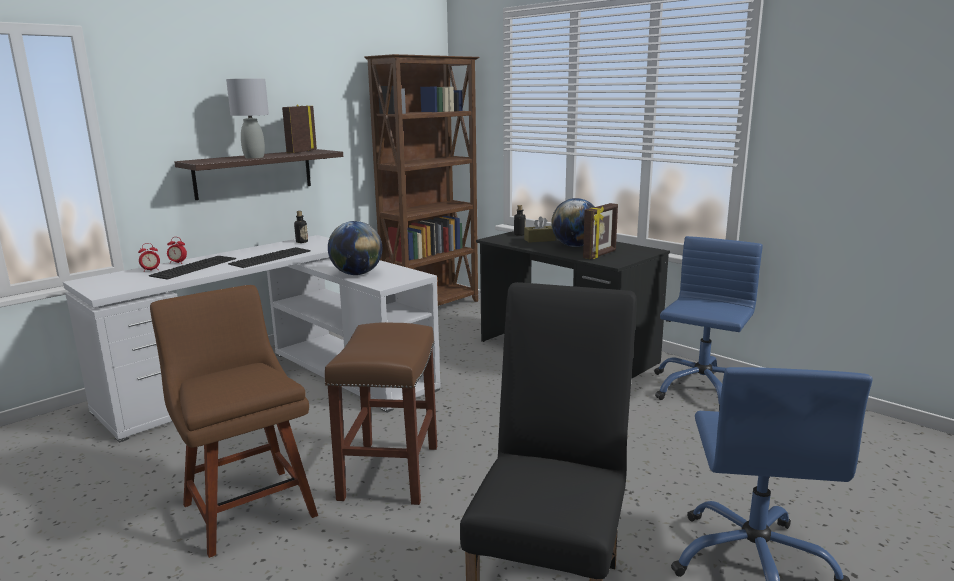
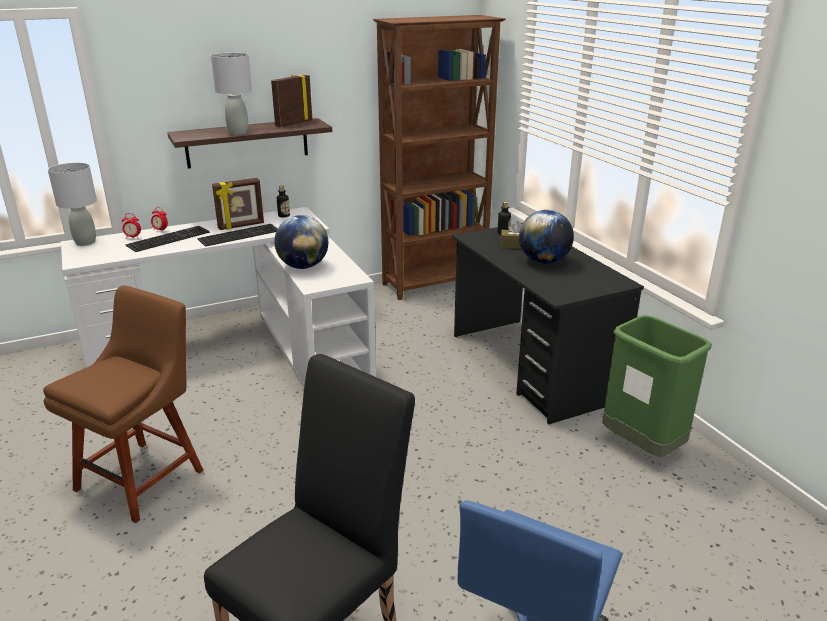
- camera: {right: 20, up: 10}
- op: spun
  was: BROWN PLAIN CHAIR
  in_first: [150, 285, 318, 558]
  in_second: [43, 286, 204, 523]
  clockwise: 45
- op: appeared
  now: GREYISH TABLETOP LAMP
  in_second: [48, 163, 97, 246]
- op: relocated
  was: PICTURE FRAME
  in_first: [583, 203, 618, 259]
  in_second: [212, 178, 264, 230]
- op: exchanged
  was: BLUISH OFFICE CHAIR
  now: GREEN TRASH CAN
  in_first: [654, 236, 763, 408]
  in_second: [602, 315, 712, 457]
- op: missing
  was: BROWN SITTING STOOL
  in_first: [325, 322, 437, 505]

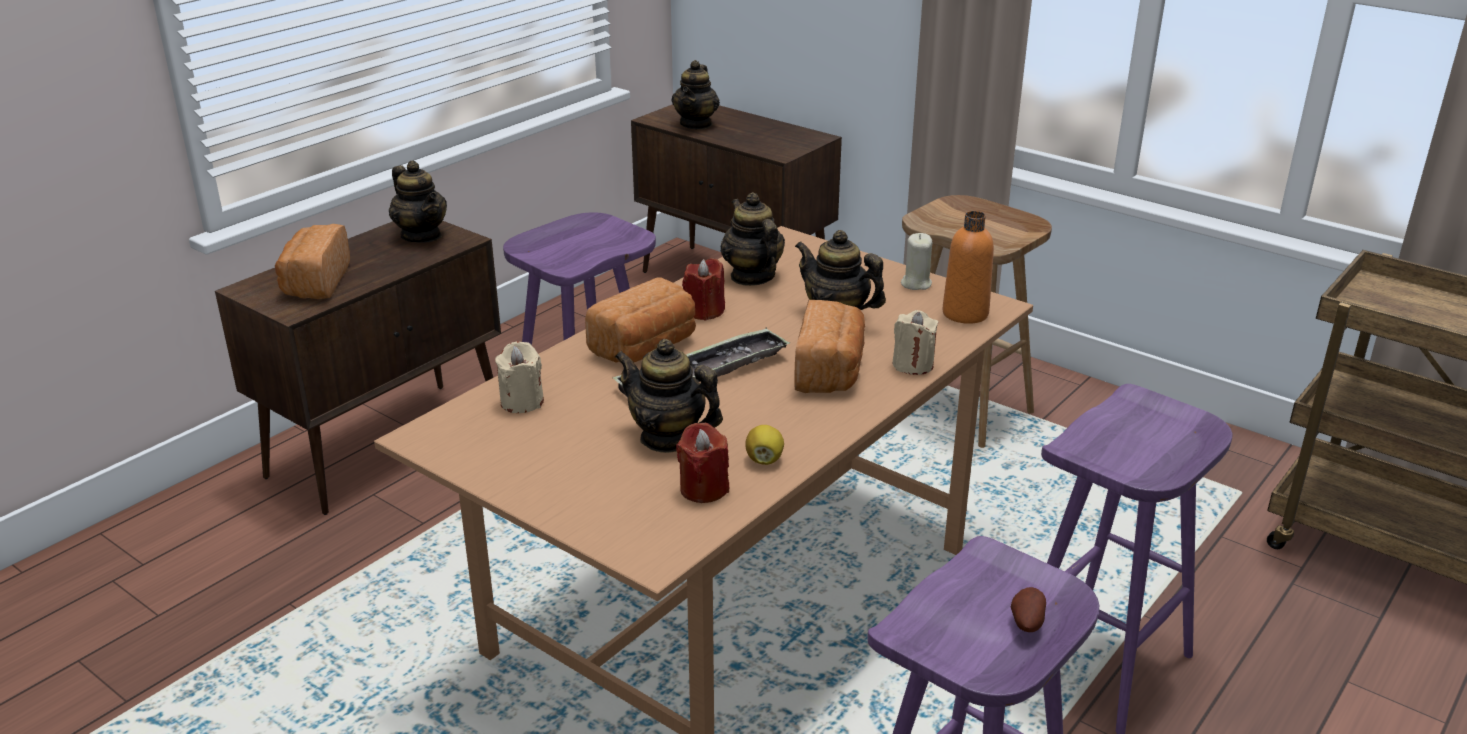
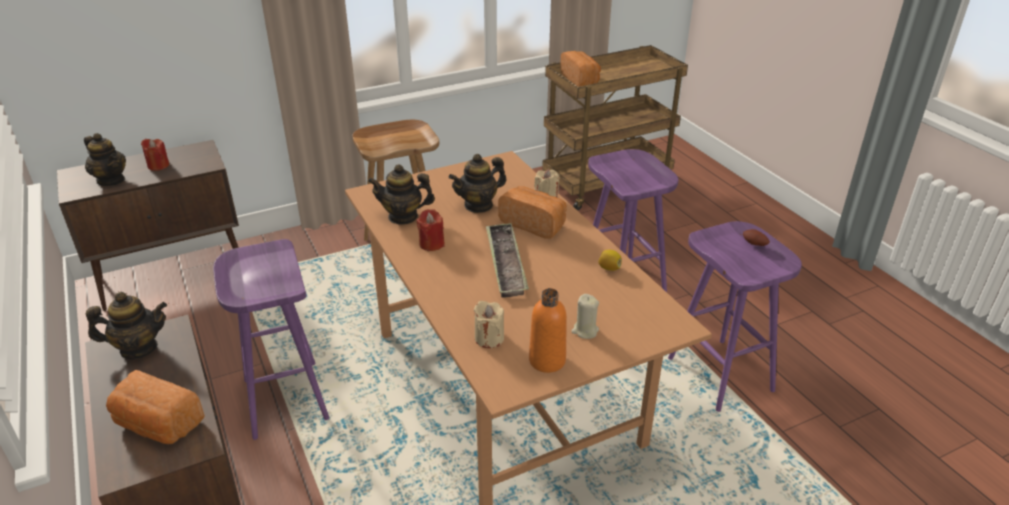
- camera: {right: -65, up: 5}
- op: relocated
  was: RED WAX LIGHT
  in_first: [676, 423, 729, 503]
  in_second: [141, 139, 169, 171]
- op: relocated
  was: ORANGE BEVERAGE BOTTLE
  in_first: [942, 211, 994, 324]
  in_second: [529, 288, 567, 373]
- op: relocated
  was: BREAD
  in_first: [585, 277, 696, 363]
  in_second: [560, 51, 601, 87]
- op: relocated
  was: SAND-COLOURED WAX LIGHT
  in_first: [901, 233, 932, 290]
  in_second: [571, 294, 599, 339]
- op: missing
  was: TEAPOT
  in_first: [615, 339, 723, 453]

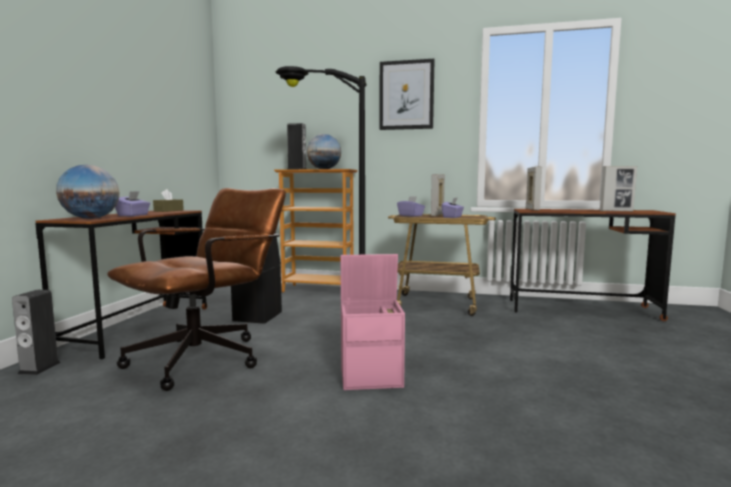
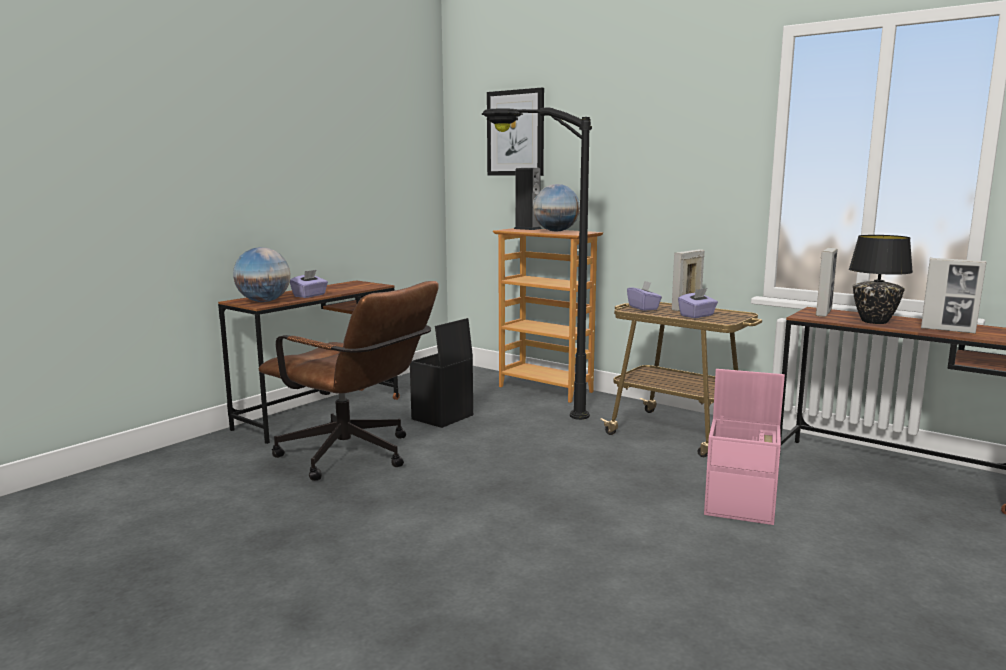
- camera: {right: 25, up: 5}
- op: spun
  was: BROWN OFFICE CHAIR
  in_first: [107, 188, 286, 391]
  in_second: [259, 281, 439, 481]
  clockwise: 60
- op: relocated
  was: PICTURE
  in_first: [379, 59, 435, 130]
  in_second: [487, 88, 544, 176]
- op: relocated
  was: PINKISH STORAGE BIN
  in_first: [341, 254, 405, 390]
  in_second: [704, 369, 785, 525]
- op: appeared
  now: BLACK-COLOURED TABLETOP LAMP
  in_second: [849, 235, 913, 324]
- op: missing
  was: SPEAKER
  in_first: [12, 290, 61, 375]
- op: missing
  was: BROWN BOX OF TISSUES
  in_first: [153, 189, 184, 212]

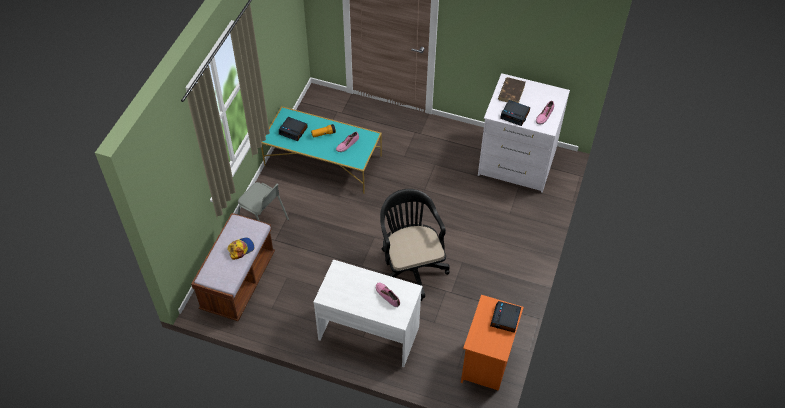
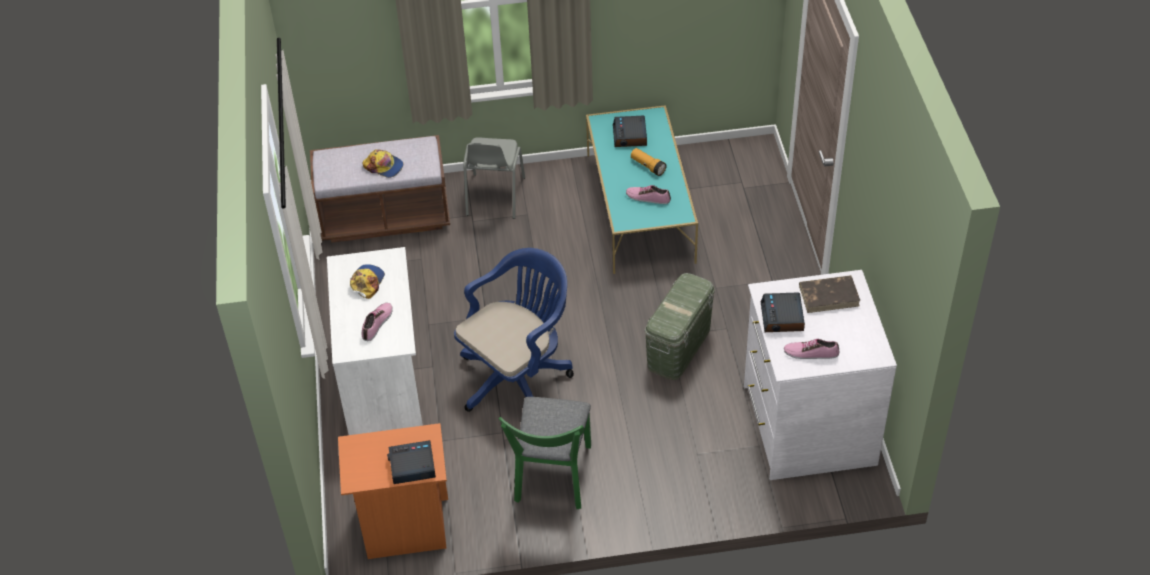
- camera: {right: 65, up: -5}
- op: appeared
  now: BASEBALL CAP
  in_second: [350, 264, 385, 299]
- op: colour
  was: BLACK-COLOURED OFFICE CHAIR
  now: BLUISH OFFICE CHAIR
  in_first: [380, 189, 450, 301]
  in_second: [454, 248, 574, 412]
- op: appeared
  now: GREEN PLAIN CHAIR
  in_second: [498, 397, 591, 509]
- op: appeared
  now: GREEN STORAGE BIN
  in_second: [645, 273, 715, 380]

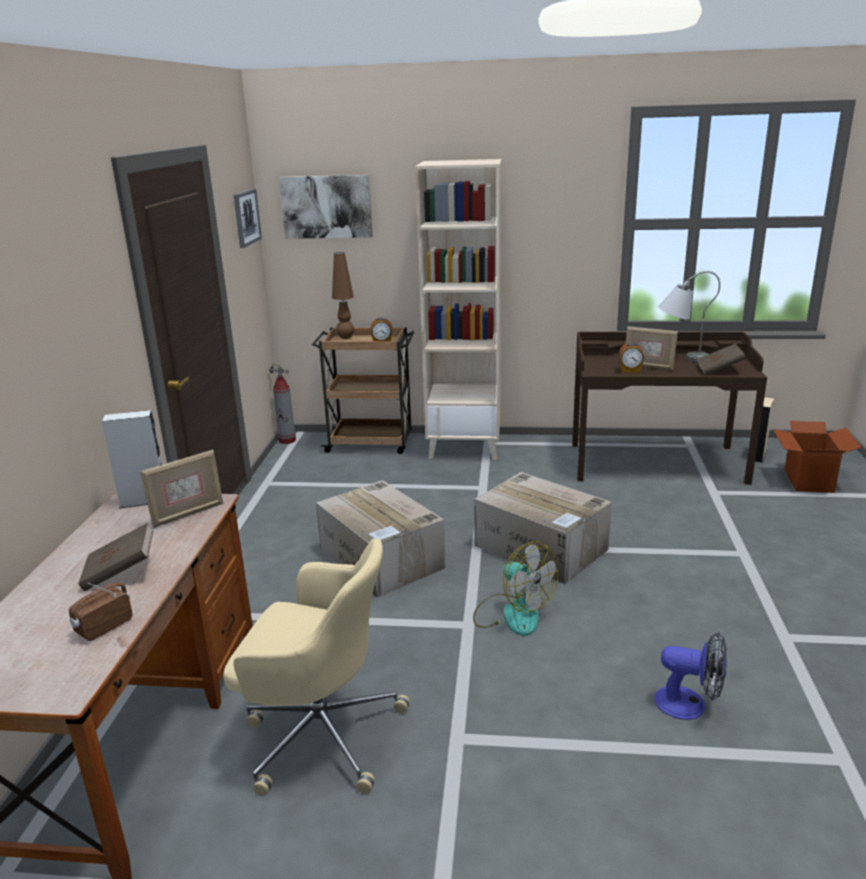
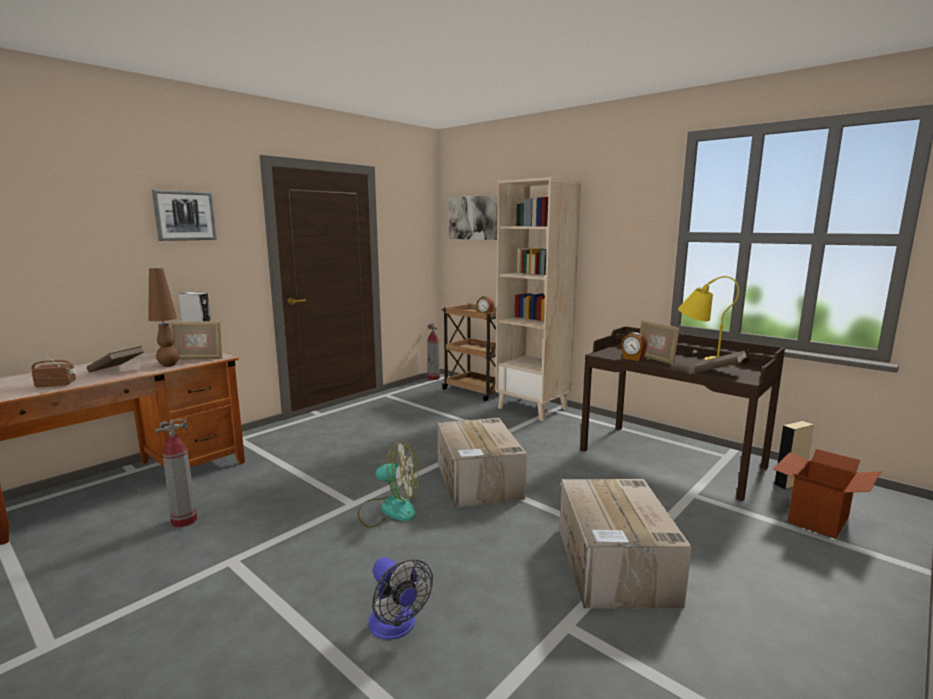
- camera: {right: 35, up: -10}
- op: relocated
  was: BROWN TABLETOP LAMP
  in_first: [332, 252, 354, 339]
  in_second: [148, 268, 179, 367]
- op: relocated
  was: PICTURE
  in_first: [233, 189, 262, 248]
  in_second: [152, 190, 217, 241]
- op: exchanged
  was: SAND-COLOURED OFFICE CHAIR
  now: FIRE-FIGHTING CYLINDER
  in_first: [223, 538, 410, 796]
  in_second: [155, 418, 197, 527]
- op: spun
  was: ELECTRIC FAN
  in_first: [473, 541, 559, 636]
  in_second: [358, 441, 418, 528]
  clockwise: -75
- op: relocated
  was: CARDBOARD BOX
  in_first: [316, 480, 445, 597]
  in_second: [559, 479, 692, 608]
- op: colour
  was: GREYISH TABLETOP LAMP
  now: YELLOW-COLOURED TABLETOP LAMP
  in_first: [658, 271, 720, 363]
  in_second: [678, 276, 739, 367]

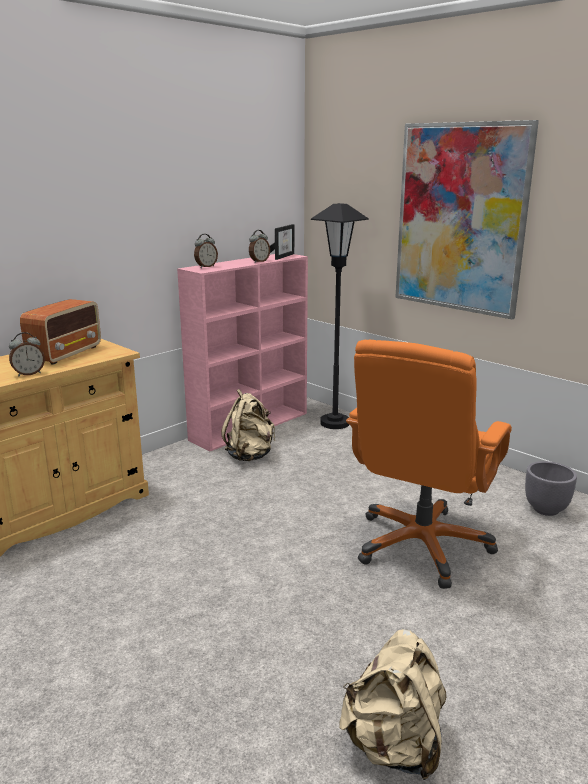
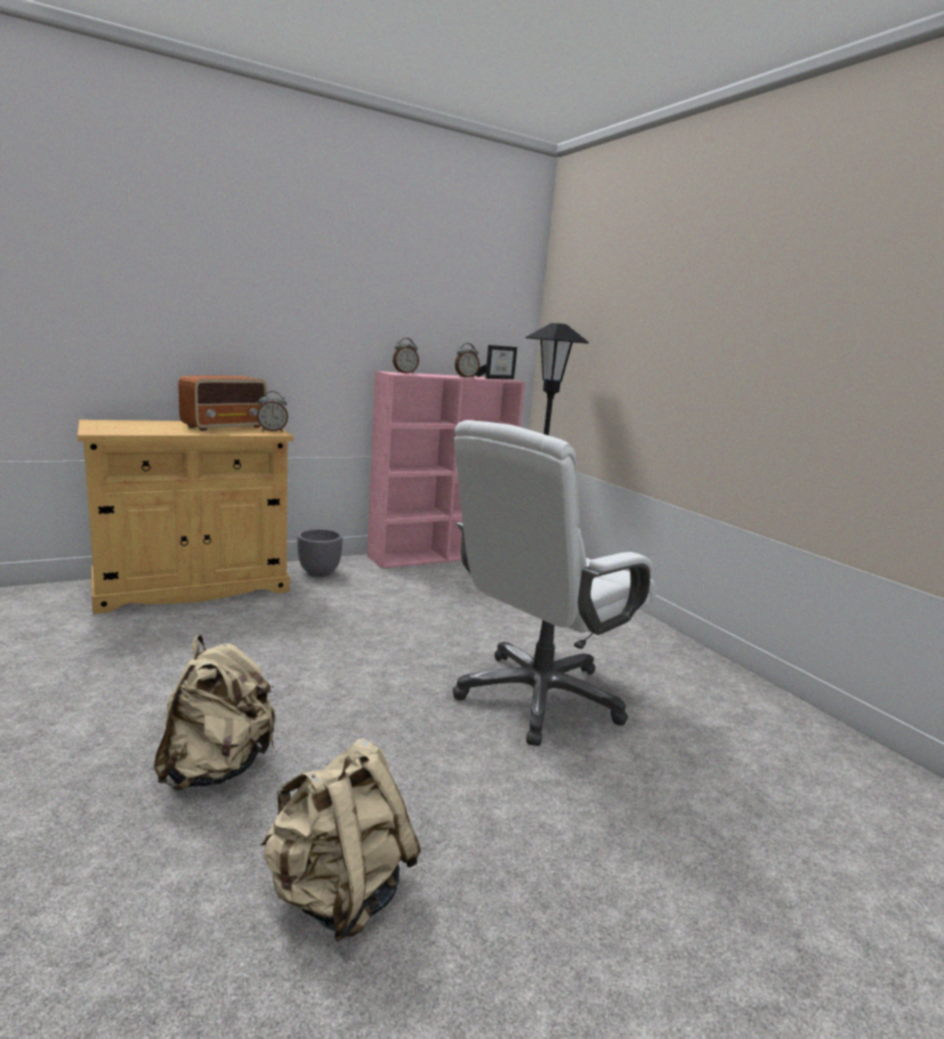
- camera: {right: 15, up: -5}
- op: relocated
  was: SAND-COLOURED KNAPSACK
  in_first: [221, 389, 275, 461]
  in_second: [154, 635, 276, 790]
- op: relocated
  was: TABLE CLOCK
  in_first: [9, 332, 45, 376]
  in_second: [257, 391, 288, 432]
- op: relocated
  was: GREYISH FLOWER POT
  in_first: [525, 461, 577, 516]
  in_second: [298, 529, 343, 577]
- op: colour
  was: ORANGE OFFICE CHAIR
  now: WHITISH OFFICE CHAIR
  in_first: [346, 340, 512, 589]
  in_second: [452, 420, 656, 746]
- op: missing
  was: PICTURE
  in_first: [395, 120, 539, 320]

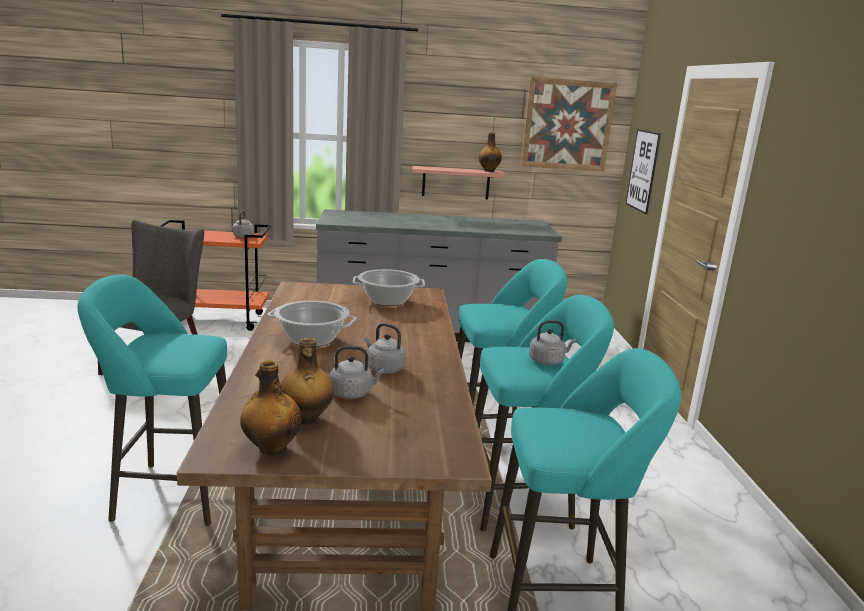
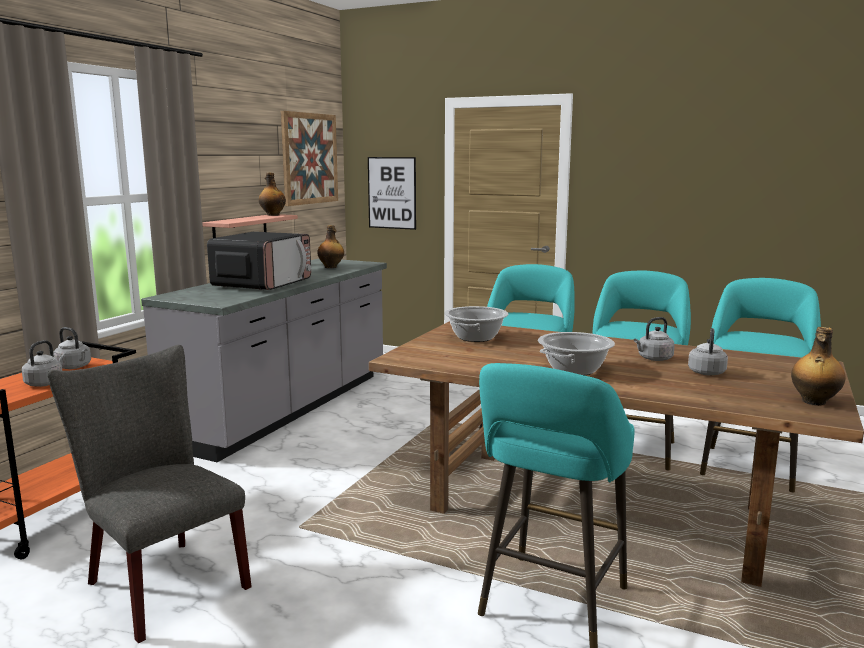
- camera: {right: -60, up: -5}
- op: relocated
  was: GREYISH WATER KETTLE
  in_first: [529, 320, 577, 365]
  in_second: [22, 340, 66, 387]
- op: appeared
  now: MICROWAVE
  in_second: [207, 232, 311, 290]
- op: relocated
  was: BEVERAGE BOTTLE
  in_first: [281, 338, 334, 424]
  in_second: [317, 225, 344, 268]

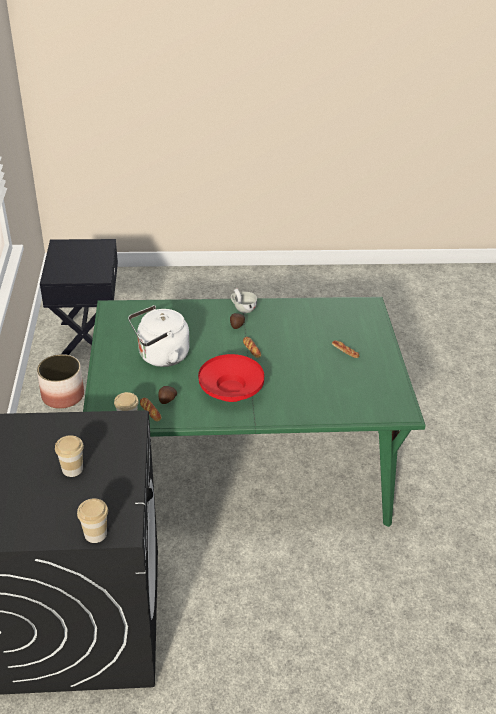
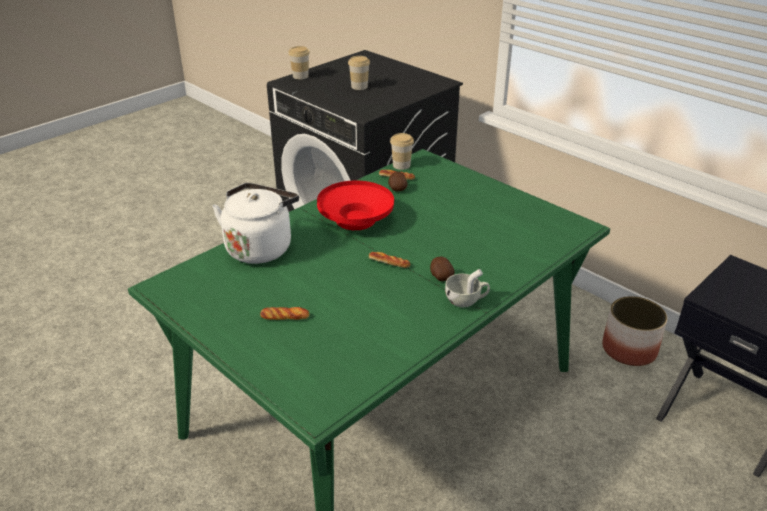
- camera: {right: 140, up: -5}
- op: relocated
  was: WHITISH WATER KETTLE
  in_first: [128, 305, 189, 367]
  in_second: [212, 183, 299, 264]

